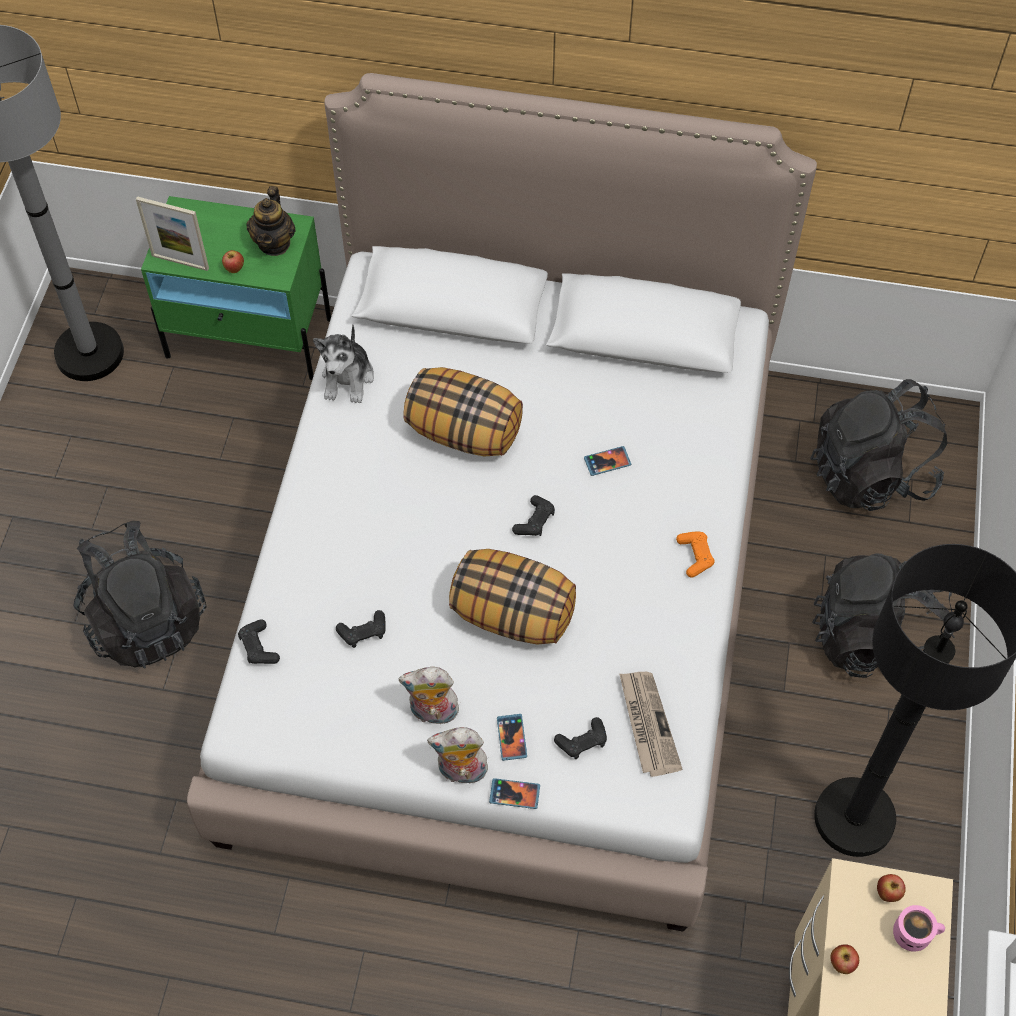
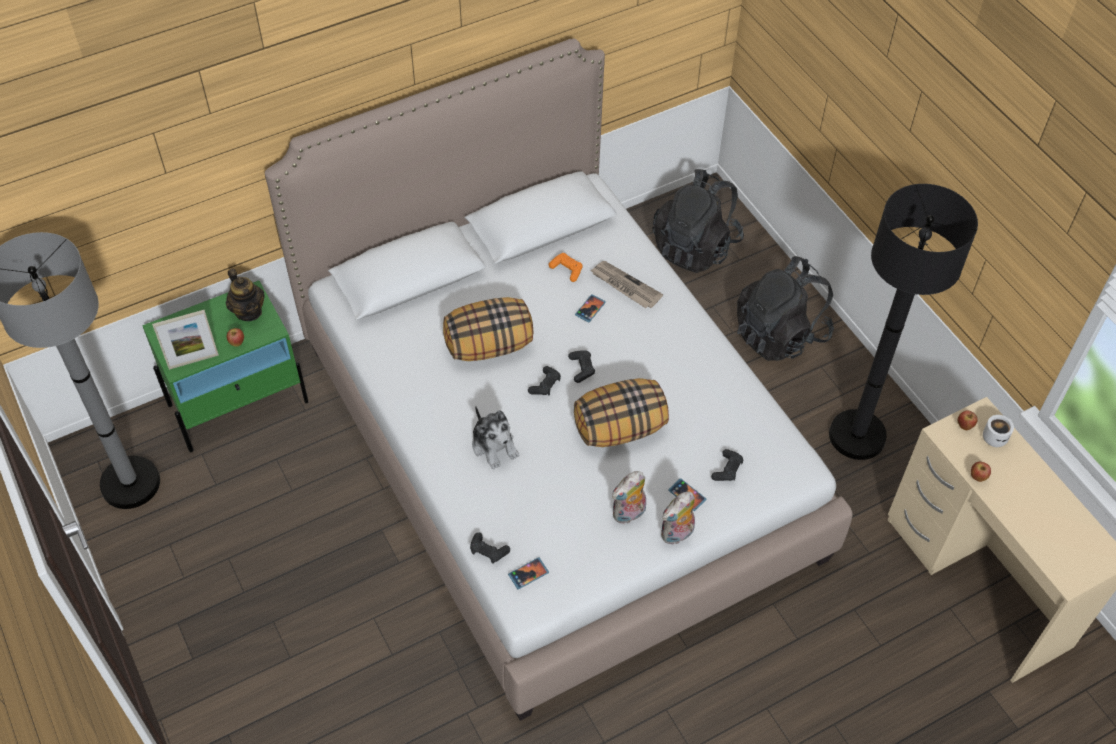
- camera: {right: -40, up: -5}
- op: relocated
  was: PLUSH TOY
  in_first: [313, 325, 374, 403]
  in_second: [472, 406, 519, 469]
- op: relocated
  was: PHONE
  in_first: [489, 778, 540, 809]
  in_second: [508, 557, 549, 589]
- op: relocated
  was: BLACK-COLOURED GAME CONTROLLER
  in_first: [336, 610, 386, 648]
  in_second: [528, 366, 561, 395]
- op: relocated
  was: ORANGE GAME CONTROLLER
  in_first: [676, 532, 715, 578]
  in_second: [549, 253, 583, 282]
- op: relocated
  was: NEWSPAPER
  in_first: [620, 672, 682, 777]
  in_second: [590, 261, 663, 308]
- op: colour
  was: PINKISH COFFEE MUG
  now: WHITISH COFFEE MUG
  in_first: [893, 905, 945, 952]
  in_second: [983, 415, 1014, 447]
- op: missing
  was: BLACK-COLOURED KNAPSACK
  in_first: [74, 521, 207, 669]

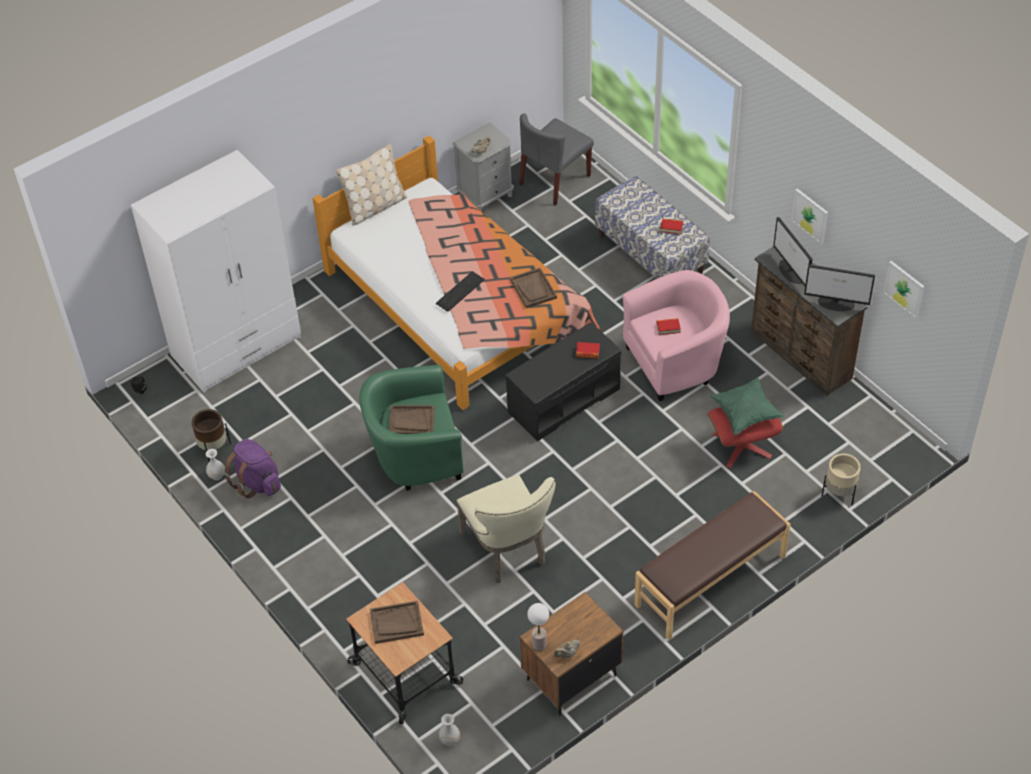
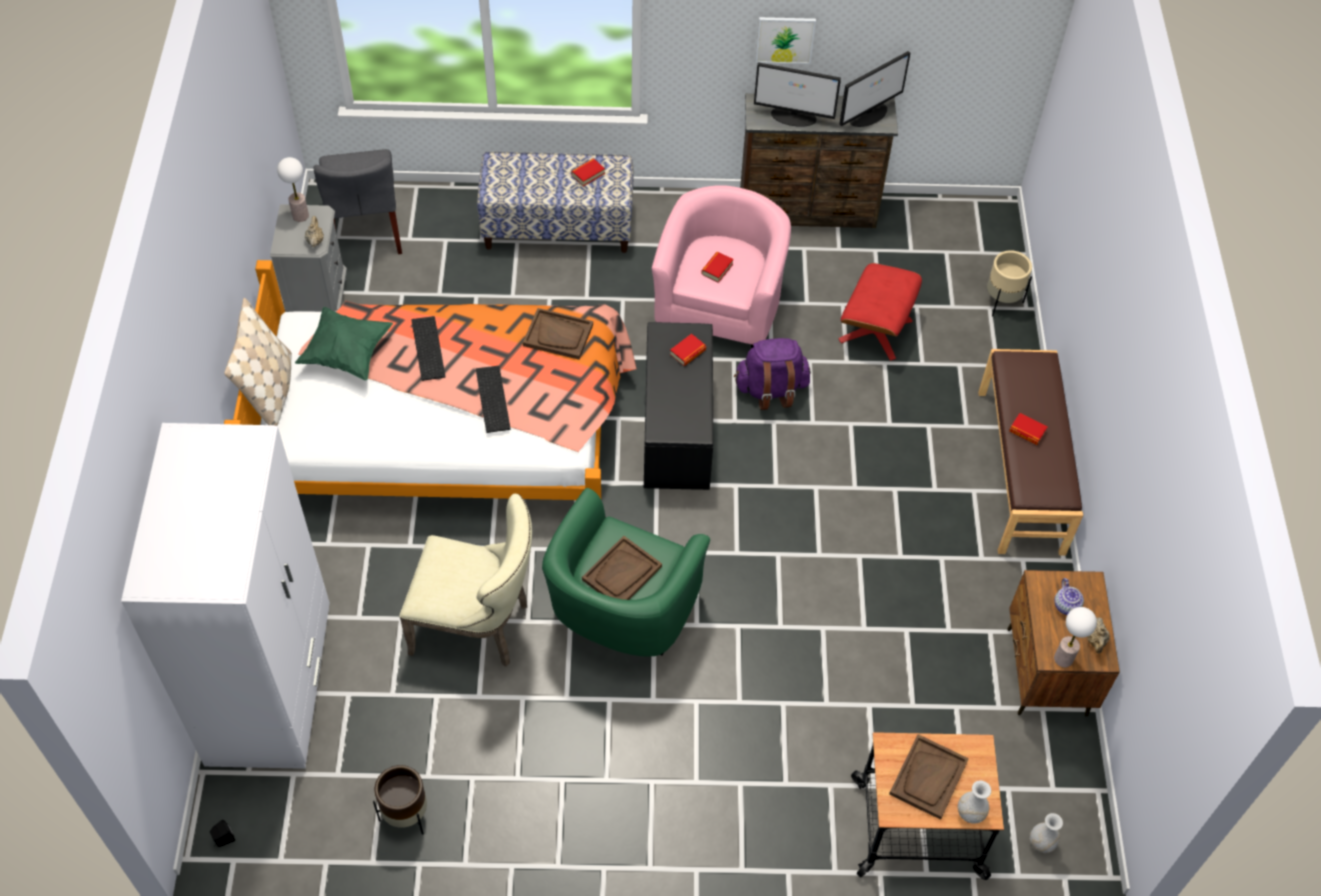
- camera: {right: -55, up: 5}
- op: appeared
  now: TABLETOP LAMP
  in_second: [277, 157, 309, 222]
- op: relocated
  was: GREEN CUSHION
  in_first: [709, 378, 784, 435]
  in_second: [295, 307, 393, 381]
- op: relocated
  was: SAND-COLOURED PLAIN CHAIR
  in_first: [457, 475, 555, 583]
  in_second: [400, 494, 532, 667]
- op: appeared
  now: KEYBOARD
  in_second: [412, 316, 446, 381]
- op: relocated
  was: PURPLE KNAPSACK
  in_first: [225, 439, 281, 499]
  in_second: [734, 338, 811, 410]
- op: relocated
  was: WHITISH VASE
  in_first: [206, 449, 225, 480]
  in_second: [958, 780, 991, 824]
- op: appeared
  now: BOUND BOOK
  in_second: [1009, 413, 1048, 445]
- op: appeared
  now: TEAPOT
  in_second: [1054, 578, 1084, 615]
- op: missing
  was: PICTURE
  in_first: [884, 261, 925, 318]

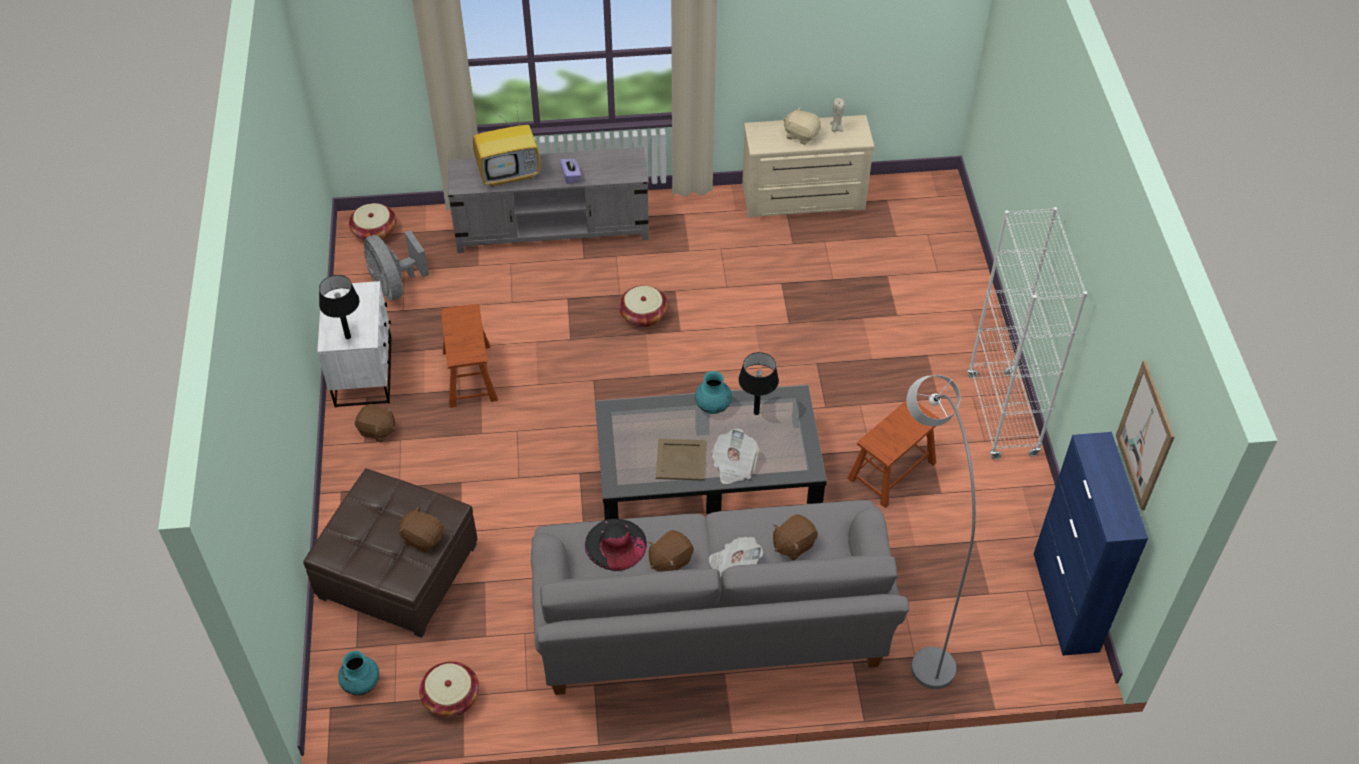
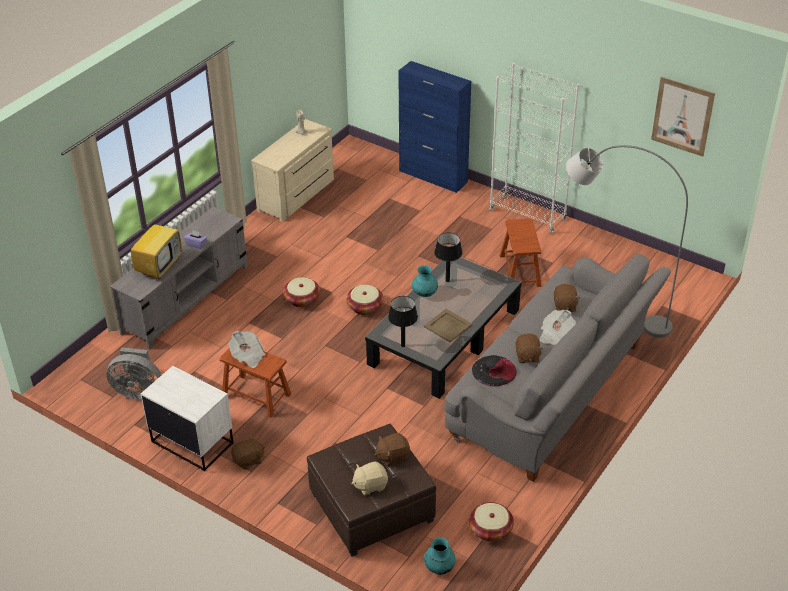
- camera: {right: -50, up: -10}
- op: relocated
  was: NEWSPAPER
  in_first: [711, 429, 759, 484]
  in_second: [228, 331, 266, 368]
- op: relocated
  was: BASKET
  in_first: [349, 203, 396, 241]
  in_second: [346, 285, 383, 315]
- op: relocated
  was: SAND-COLOURED PLUSH TOY
  in_first: [783, 107, 821, 145]
  in_second: [351, 461, 388, 496]
- op: relocated
  was: BLACK-COLOURED TABLETOP LAMP
  in_first: [319, 275, 359, 339]
  in_second: [388, 296, 418, 347]
- op: relocated
  was: BLUISH CABINET
  in_first: [1034, 432, 1148, 656]
  in_second: [398, 61, 471, 193]

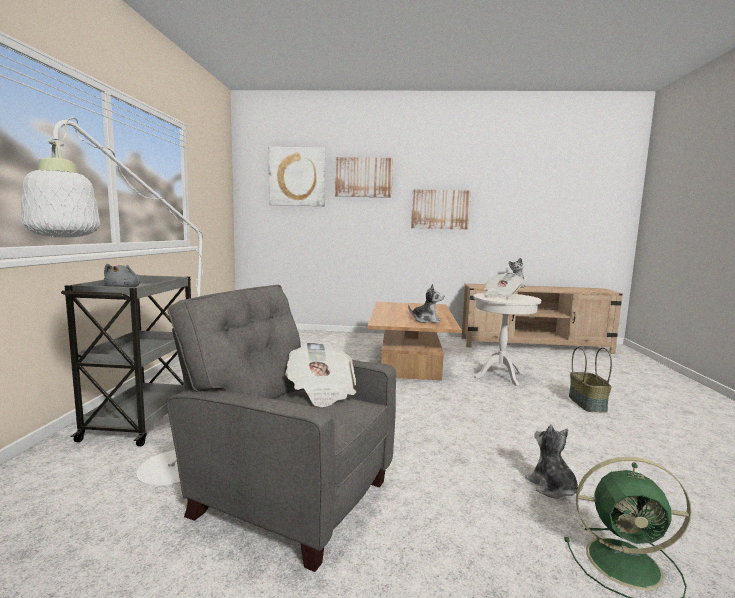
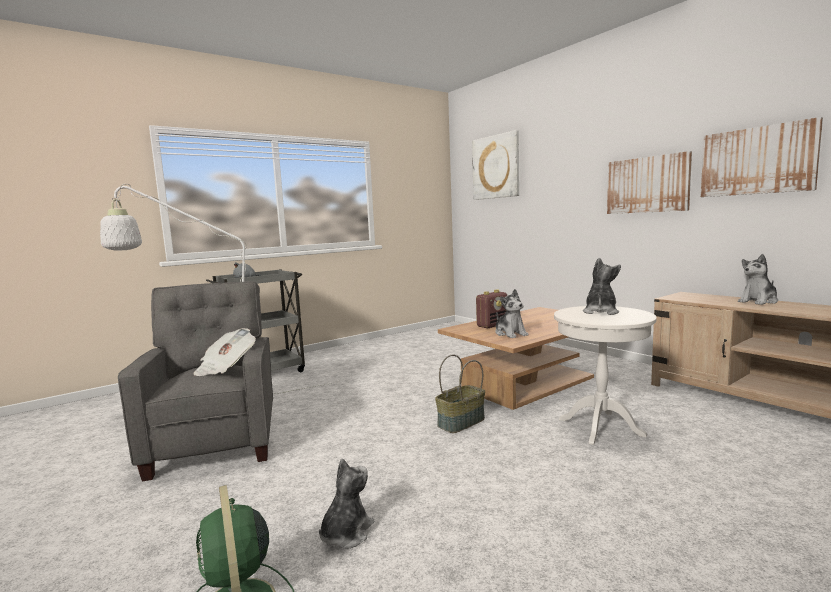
- camera: {right: 50, up: 0}
- op: relocated
  was: BASKET
  in_first: [569, 347, 612, 413]
  in_second: [435, 355, 485, 433]
- op: appeared
  now: RADIO SET
  in_second: [476, 290, 507, 328]
- op: exchanged
  was: NEWSPAPER
  now: PLUSH TOY
  in_first: [484, 272, 525, 298]
  in_second: [583, 258, 621, 315]
- op: relocated
  was: PICTURE
  in_first: [335, 157, 393, 198]
  in_second: [701, 117, 823, 197]

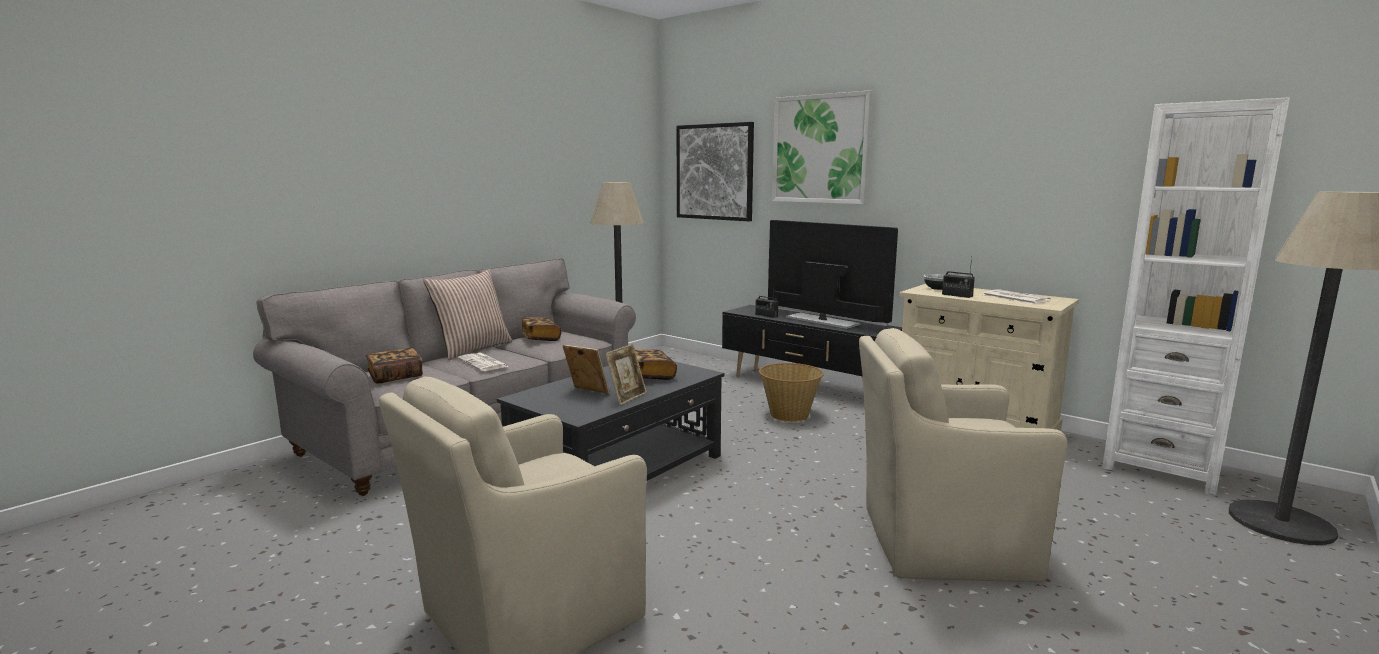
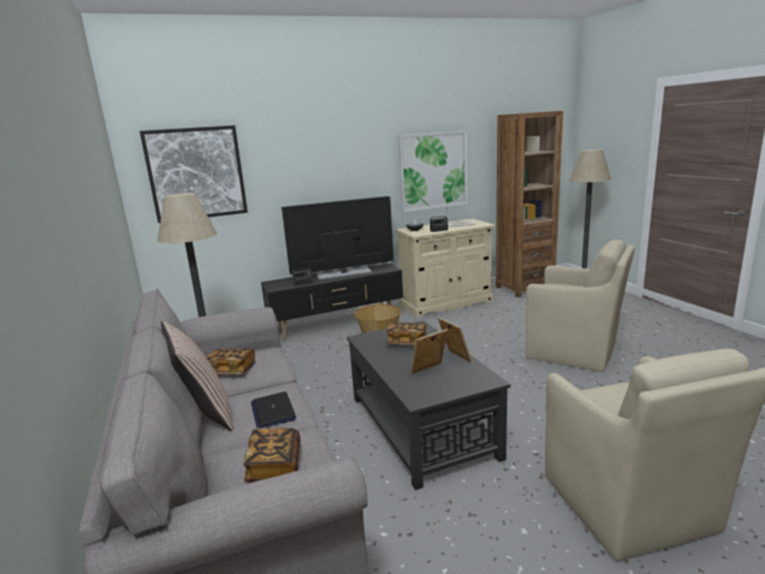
- camera: {right: -60, up: 5}
- op: exchanged
  was: NEWSPAPER
  now: NOTEBOOK COMPUTER
  in_first: [458, 353, 509, 371]
  in_second: [251, 392, 296, 429]
- op: relocated
  was: PICTURE
  in_first: [772, 90, 872, 204]
  in_second: [398, 130, 468, 212]
- op: colour
  was: WHITISH BOOKSHELF
  now: BROWN BOOKSHELF
  in_first: [1102, 97, 1290, 495]
  in_second: [496, 111, 563, 297]
- op: spun
  was: SAND-COLOURED LOUNGE CHAIR
  in_first: [859, 328, 1068, 582]
  in_second: [526, 239, 635, 372]
  clockwise: -90

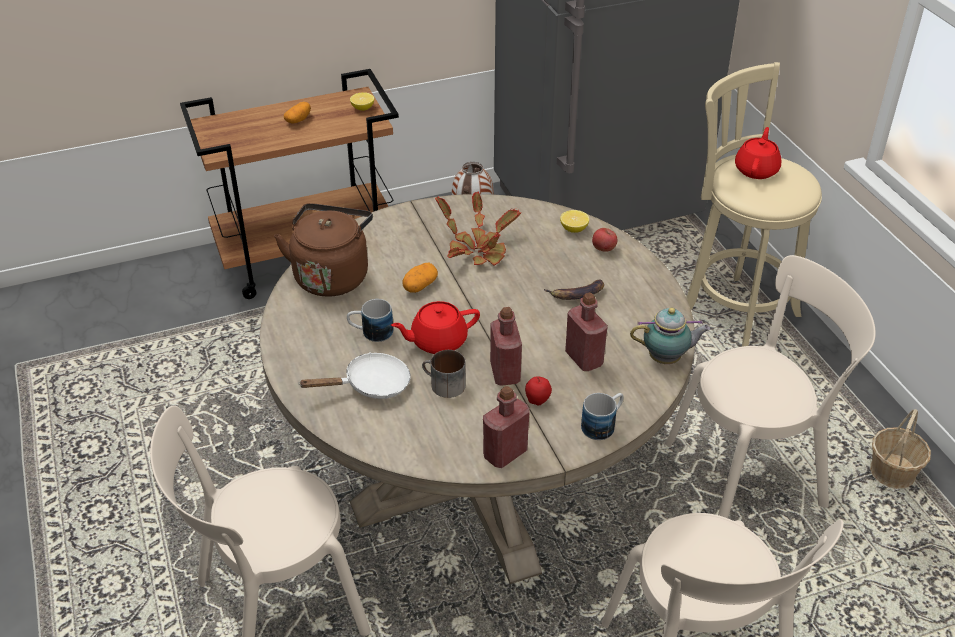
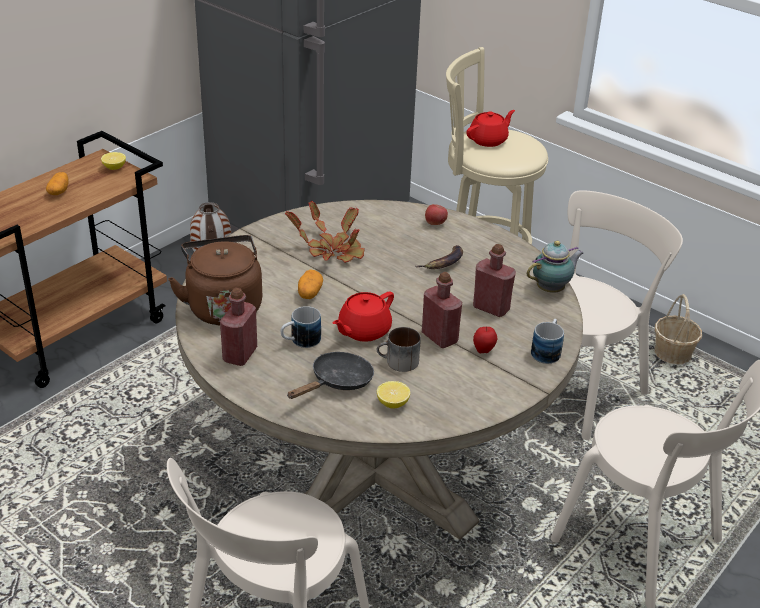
- camera: {right: -30, up: -5}
- op: relocated
  was: RED BEVERAGE BOTTLE
  in_first: [483, 386, 530, 468]
  in_second: [220, 288, 257, 366]
- op: colour
  was: WHITISH SKILLET
  now: BLACK-COLOURED SKILLET
  in_first: [298, 352, 411, 399]
  in_second: [287, 352, 374, 399]
- op: relocated
  was: LEMON
  in_first: [560, 210, 589, 233]
  in_second: [377, 381, 410, 409]
- op: spun
  was: RED TEAPOT
  in_first: [735, 127, 781, 179]
  in_second: [466, 110, 515, 147]
  clockwise: 60

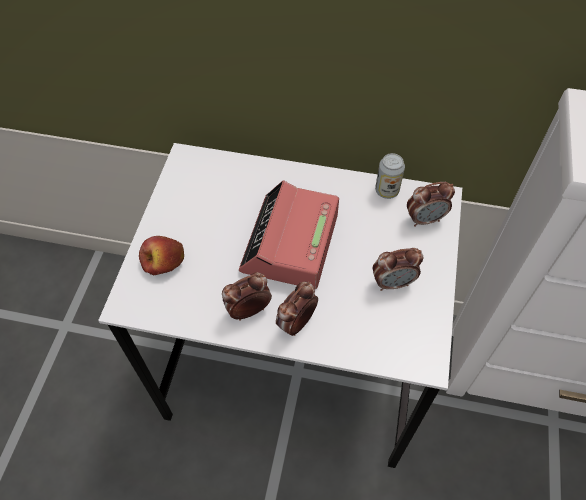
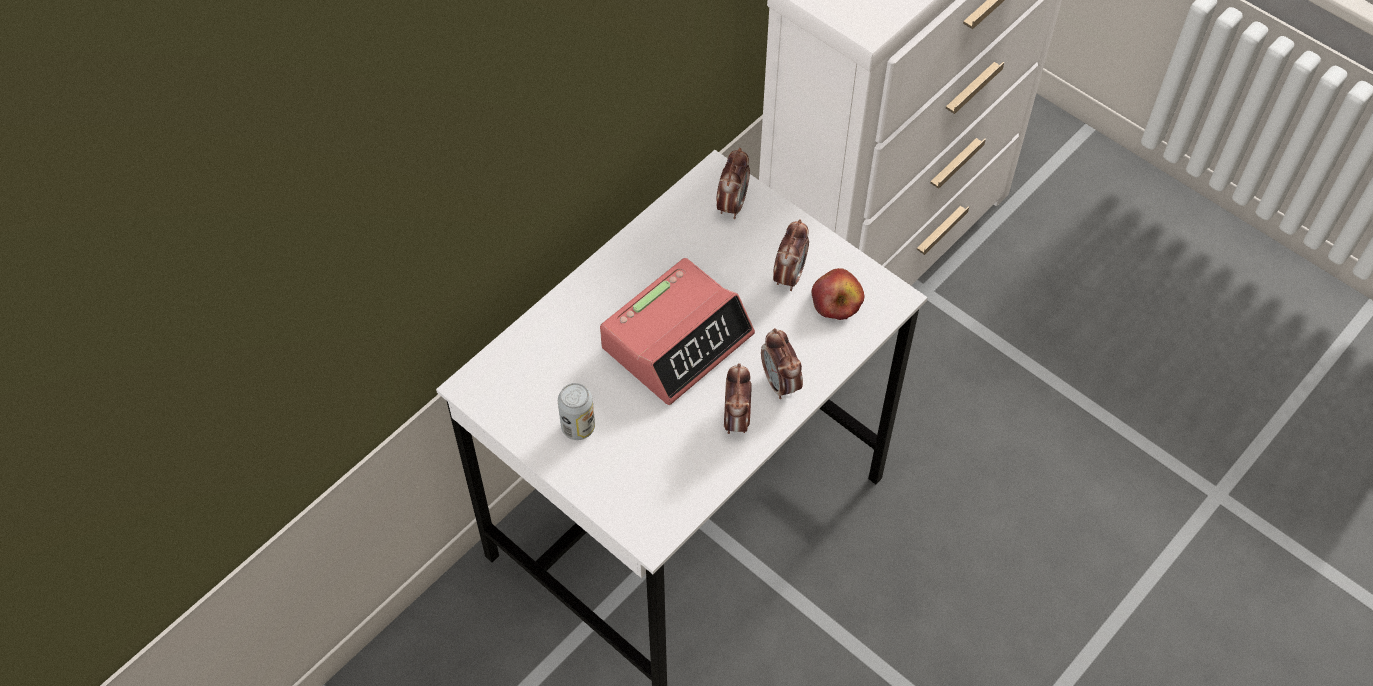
- camera: {right: -60, up: 0}
- op: relocated
  was: CAN
  in_first: [375, 153, 405, 199]
  in_second: [558, 383, 595, 440]
- op: spun
  was: TABLE CLOCK
  in_first: [239, 180, 339, 289]
  in_second: [600, 258, 755, 405]
  clockwise: -90
- op: relocated
  was: APPLE
  in_first: [139, 236, 184, 275]
  in_second: [811, 268, 865, 320]

